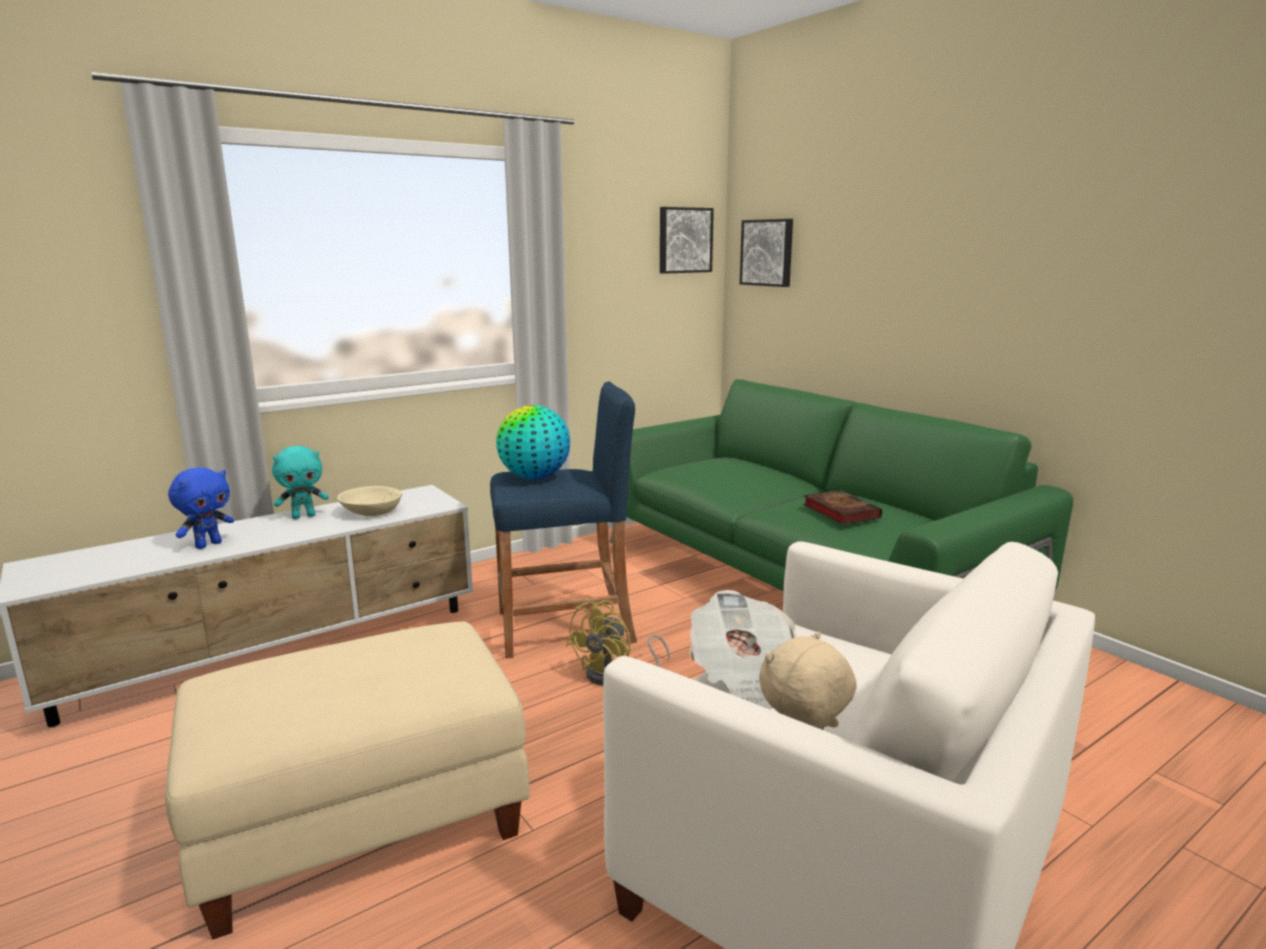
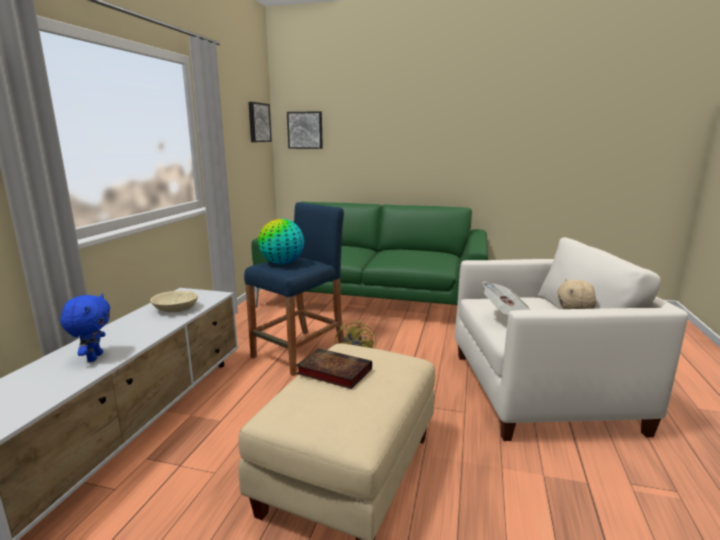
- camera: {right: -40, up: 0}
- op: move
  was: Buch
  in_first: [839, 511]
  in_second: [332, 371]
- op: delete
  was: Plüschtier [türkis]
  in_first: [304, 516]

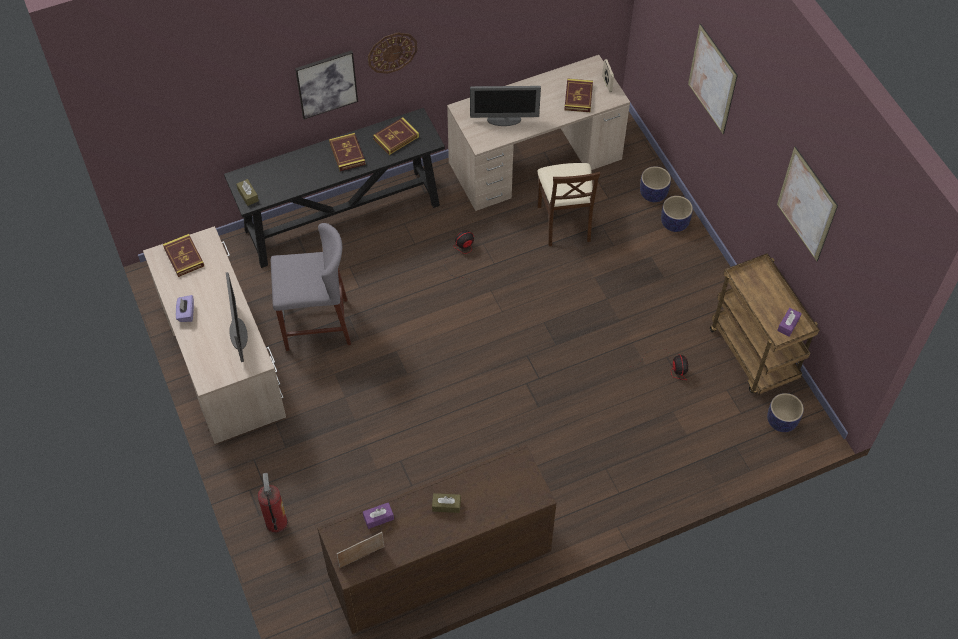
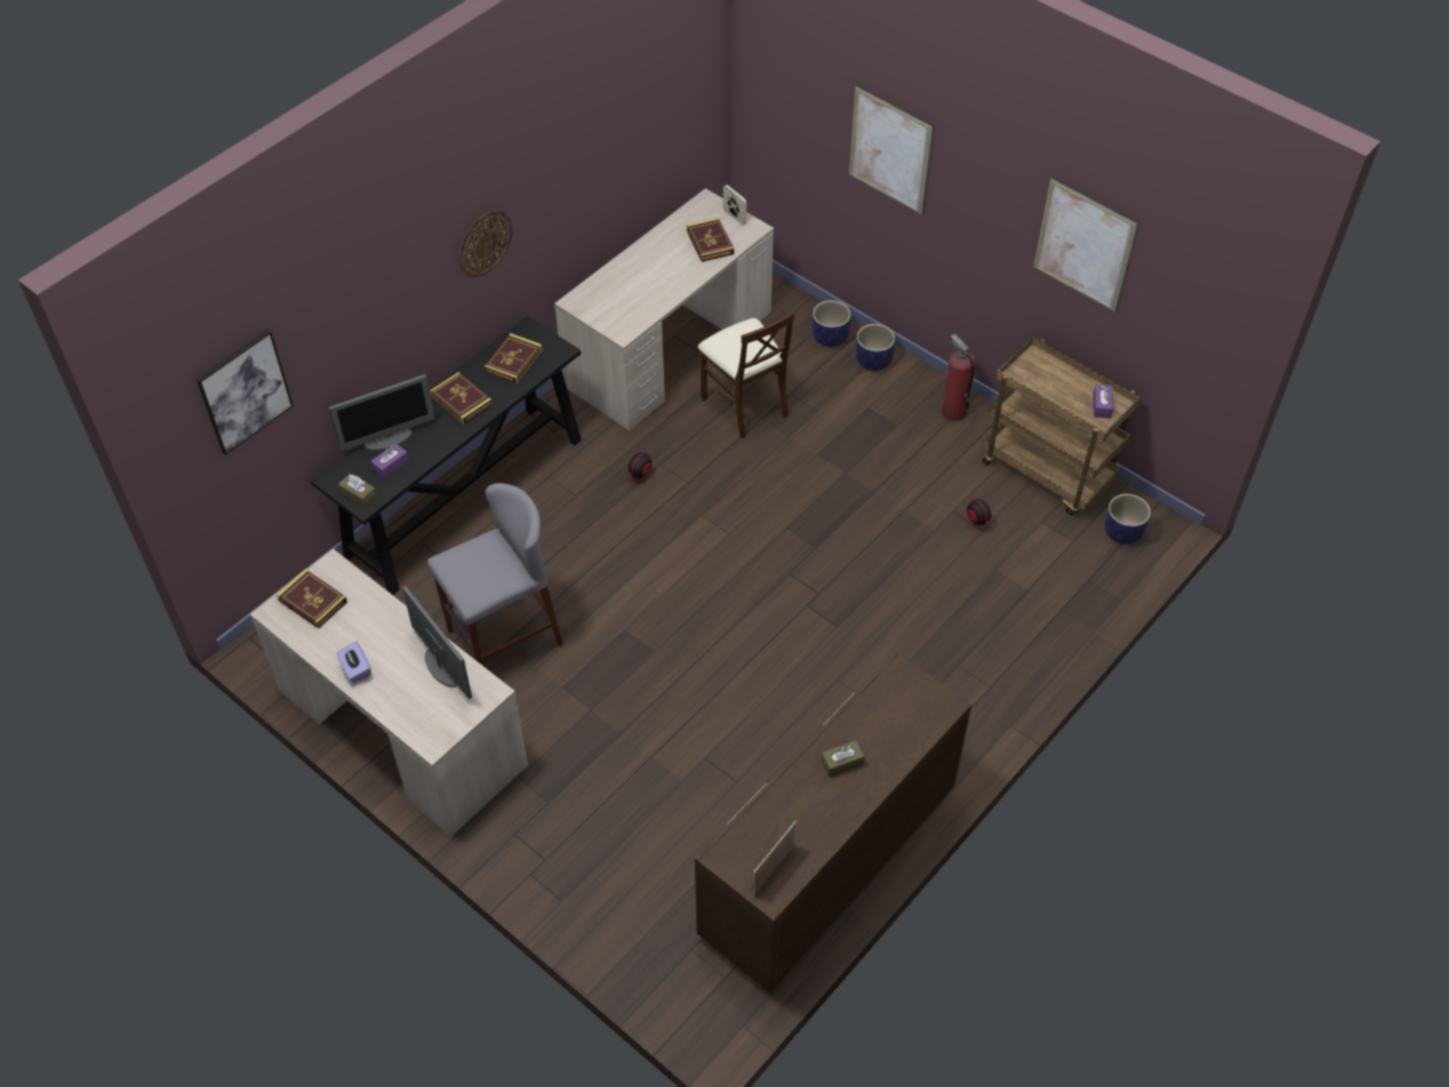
- camera: {right: -25, up: -5}
- op: move
  was: Bild
  in_first: [326, 84]
  in_second: [244, 391]
- op: move
  was: Monitor
  in_first: [504, 120]
  in_second: [389, 439]
- op: move
  was: Taschentuchbox [lila]
  in_first: [378, 518]
  in_second: [391, 465]
- op: move
  was: Feuerlöscher
  in_first: [276, 522]
  in_second: [953, 412]

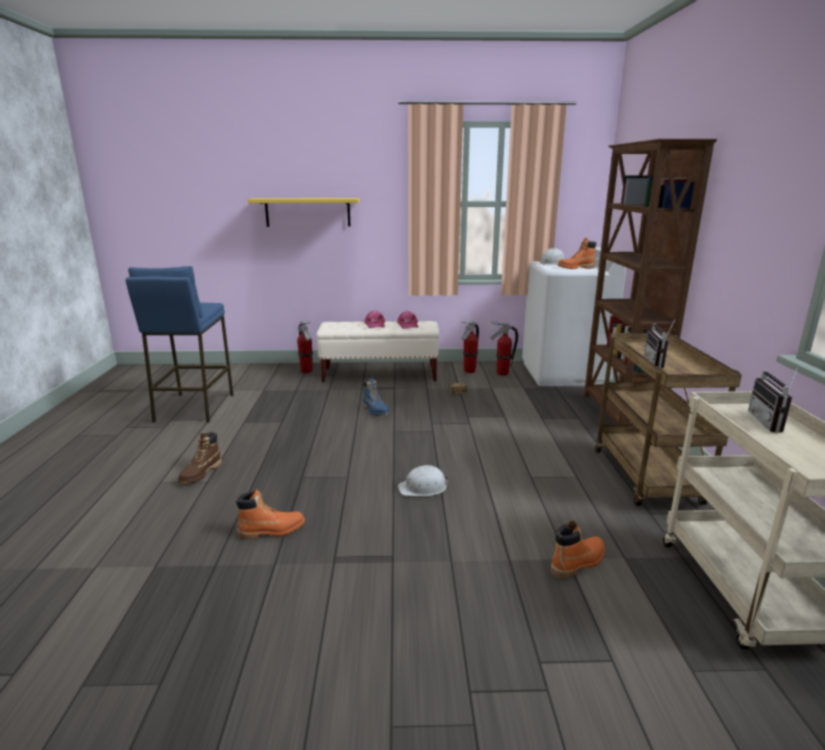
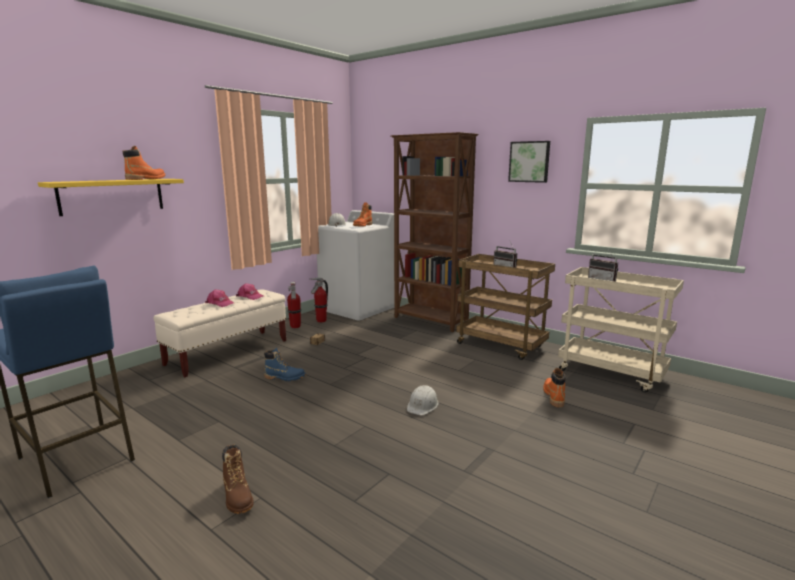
- camera: {right: -50, up: -5}
- op: move
  was: Stiefel [orange]
  in_first: [272, 530]
  in_second: [146, 179]
- op: insert
  now: Bild
  in_second: [529, 161]
- op: delete
  was: Feuerlöscher
  in_first: [306, 371]

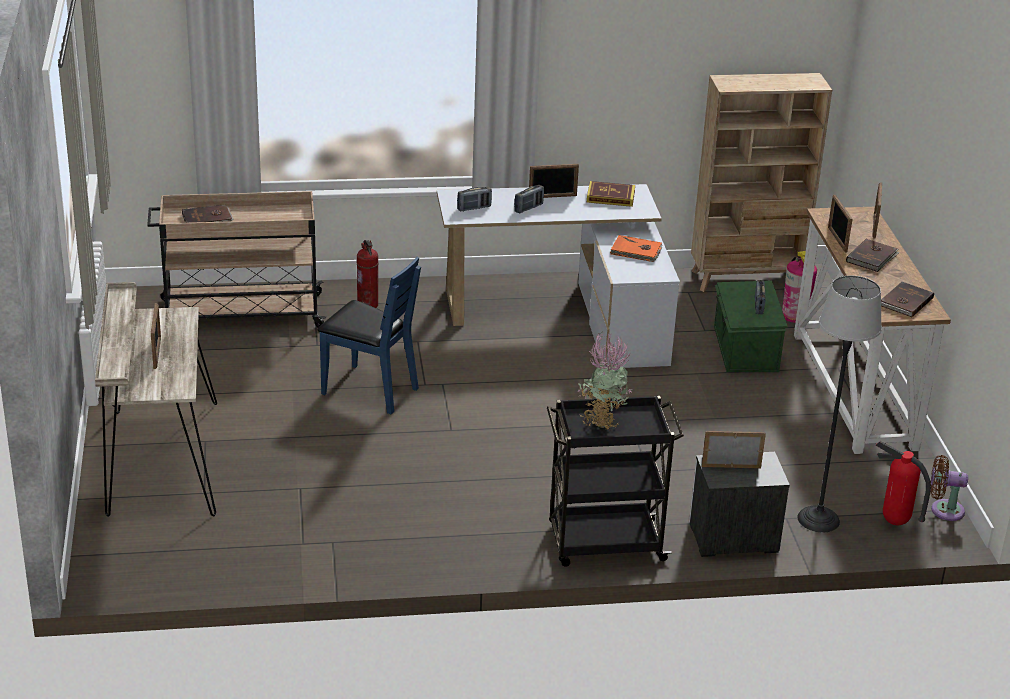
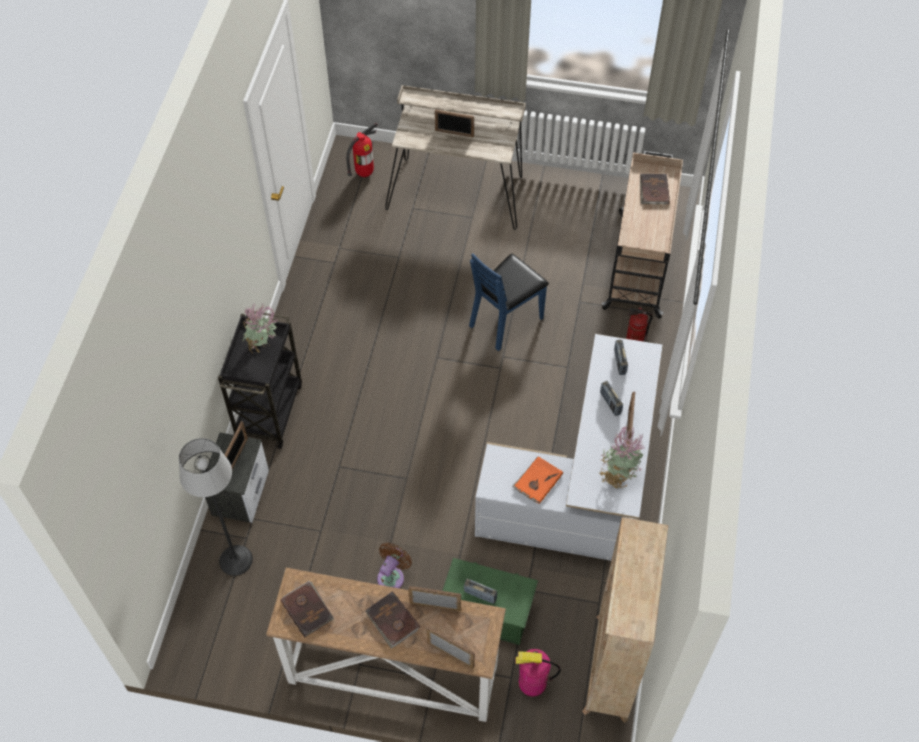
- camera: {right: 110, up: 25}
- op: move
  was: Feuerlöscher
  in_first: [894, 522]
  in_second: [364, 173]
- op: move
  was: Ventilator [braun]
  in_first: [943, 510]
  in_second: [392, 576]
- op: replace
  was: Buch
  now: Topfpflanze
  in_first: [610, 197]
  in_second: [617, 476]

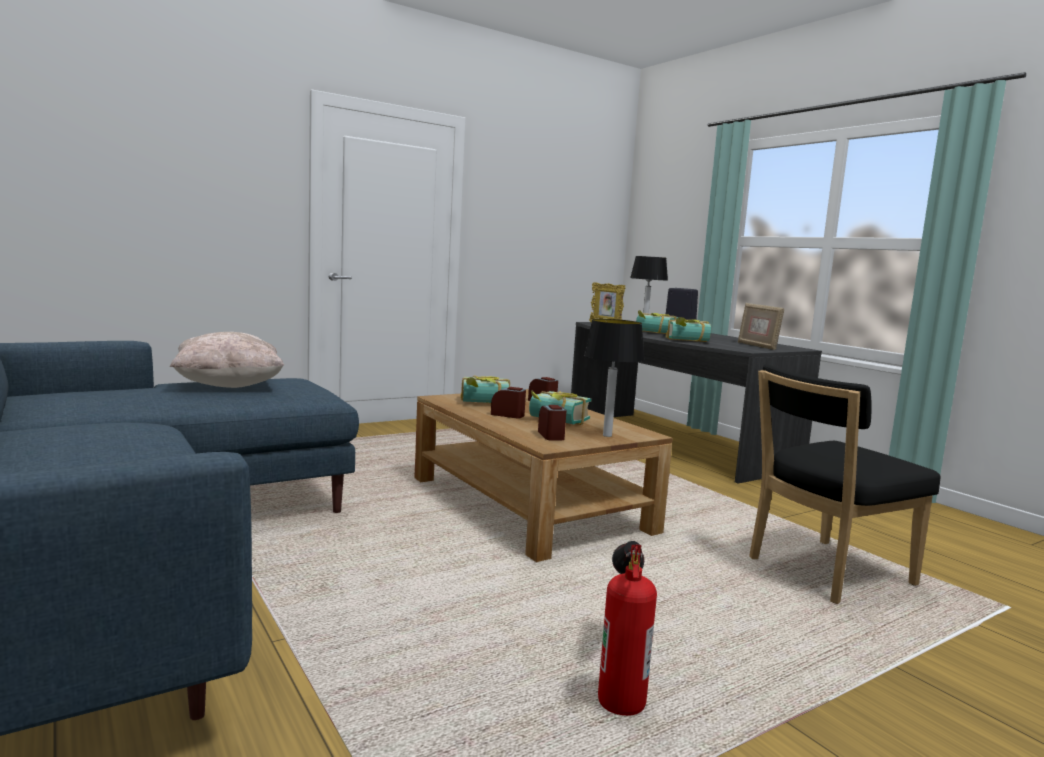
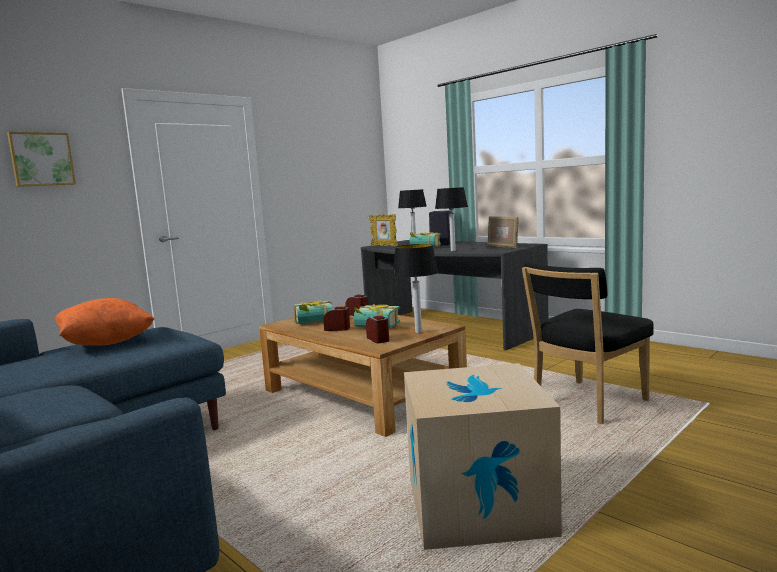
- camera: {right: -10, up: 0}
- op: insert
  now: Bild
  in_second: [41, 159]
- op: recolor
  was: Kissen [beige]
  now: Kissen [orange]
  in_first: [229, 385]
  in_second: [106, 343]
- op: replace
  was: Feuerlöscher
  now: Karton
  in_first: [621, 676]
  in_second: [478, 506]
- op: replace
  was: Buch
  now: Tischlampe
  in_first: [688, 341]
  in_second: [452, 250]

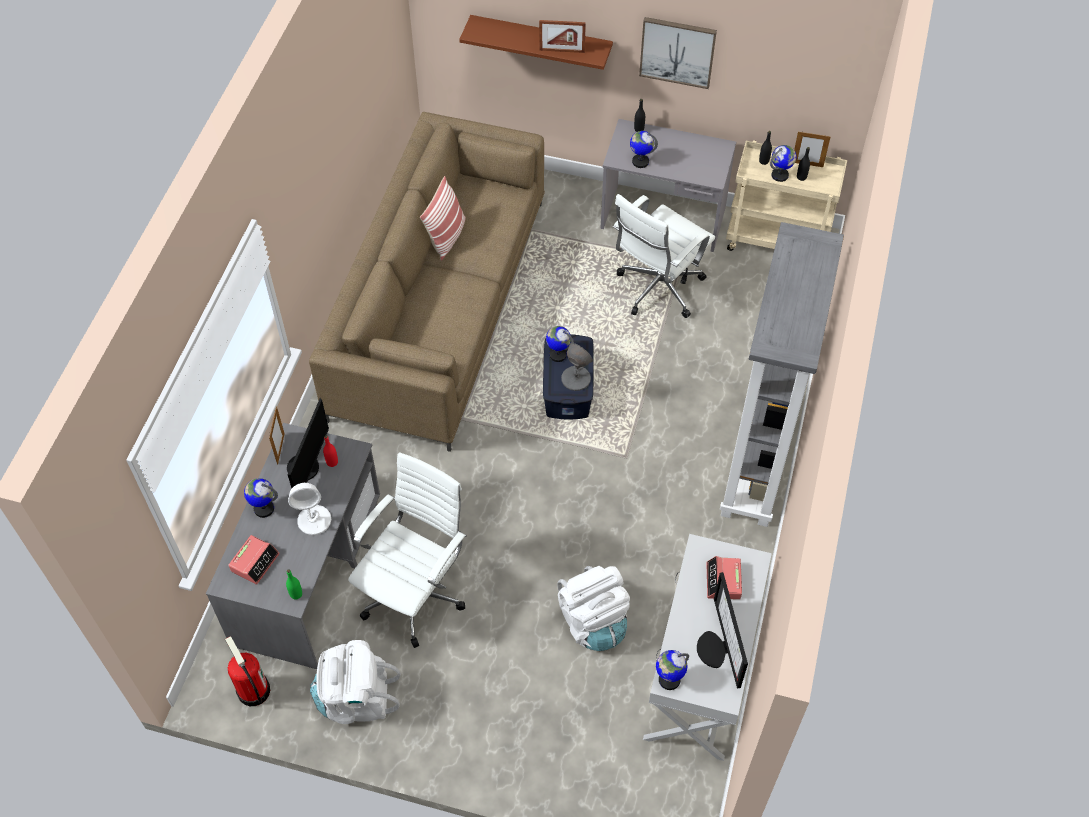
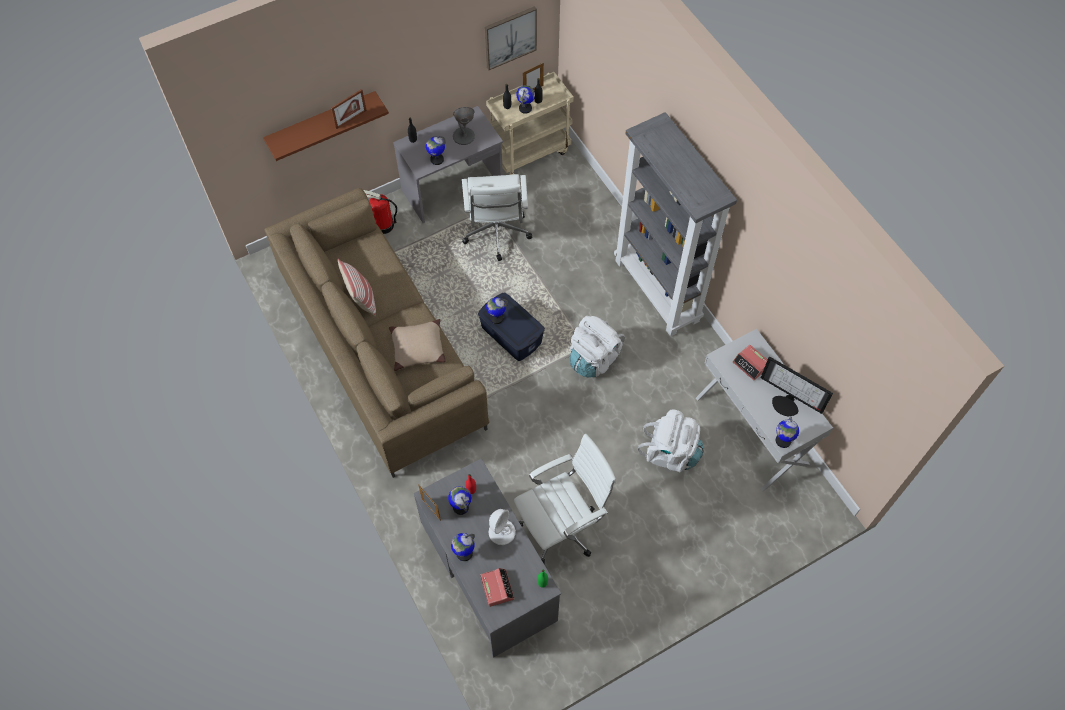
- camera: {right: -45, up: 5}
- op: move
  was: Feuerlöscher
  in_first: [253, 691]
  in_second: [383, 225]
- op: insert
  now: Kissen [beige]
  in_second: [418, 348]
- op: replace
  was: Monitor
  now: Globus
  in_first: [307, 468]
  in_second: [461, 507]
- op: move
  was: Tischlampe [grau]
  in_first: [575, 378]
  in_second: [463, 136]
- op: move
  was: Bild
  in_first: [677, 51]
  in_second: [510, 37]
- op: rotate
  was: Bürostuhl [weiß]
  in_first: [416, 593]
  in_second: [562, 527]
  clockwise: 75
- op: move
  was: Rucksack [weiß]
  in_first: [356, 699]
  in_second: [594, 358]

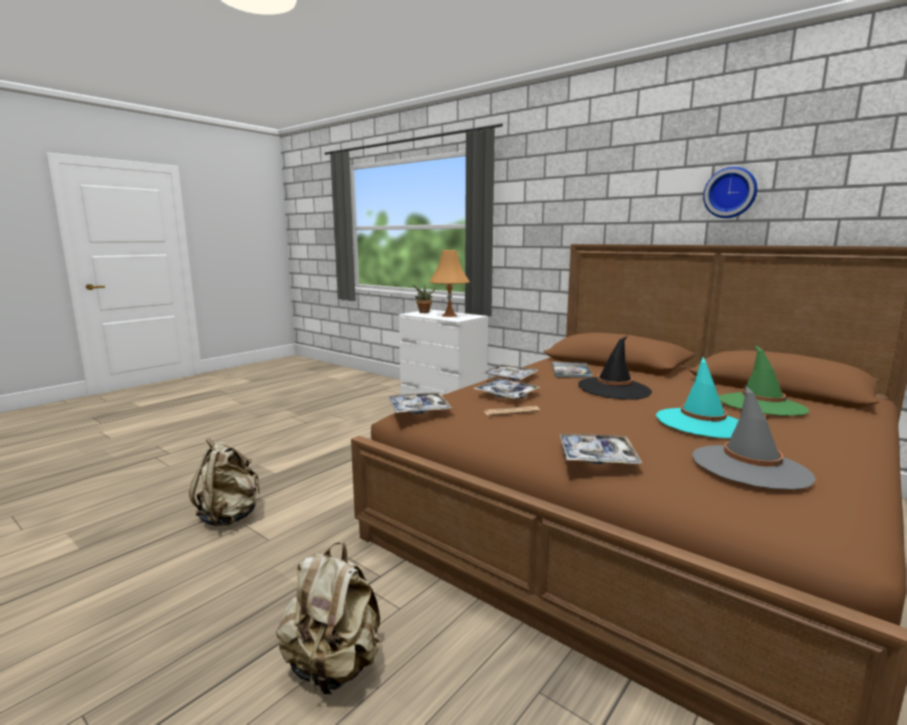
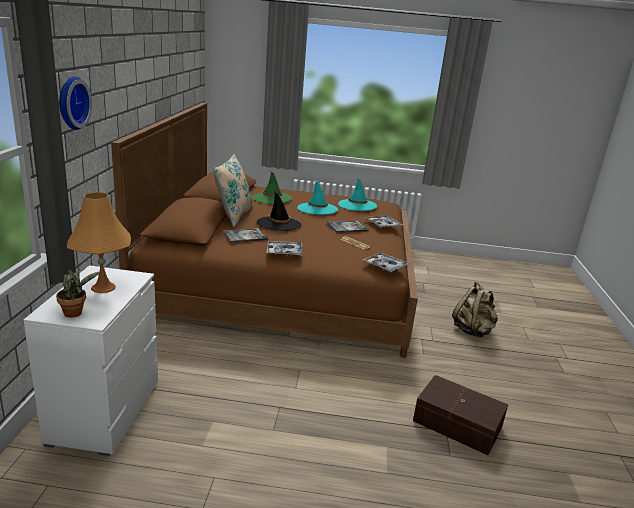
- camera: {right: -125, up: 10}
- op: move
  was: Wanduhr
  in_first: [730, 193]
  in_second: [71, 102]
- op: insert
  now: Kissen [beige]
  in_second: [233, 215]
- op: insert
  now: Buch
  in_second: [347, 227]
- op: recolor
  was: Hut [grau]
  now: Hut [türkis]
  in_first: [750, 467]
  in_second: [357, 205]
- op: replace
  was: Rucksack [beige]
  now: Aufbewahrungsbox [braun]
  in_first: [230, 516]
  in_second: [457, 425]
- op: delete
  was: Tablett
  in_first: [506, 395]

